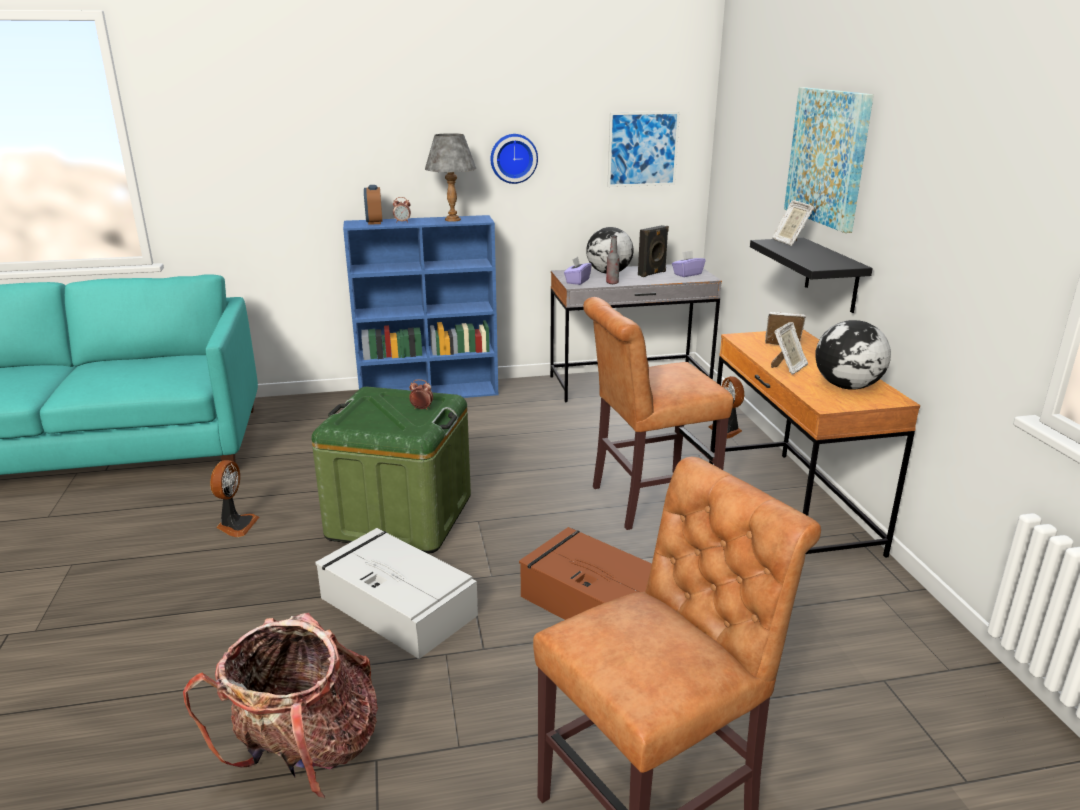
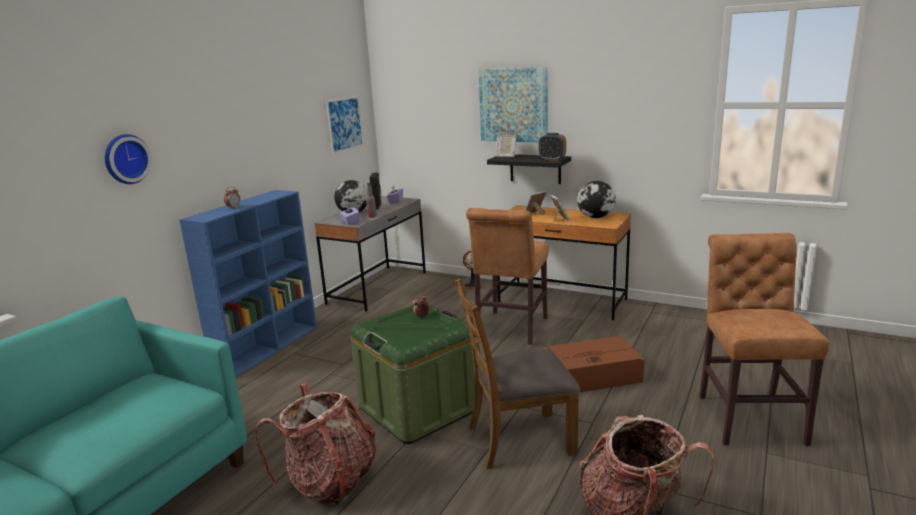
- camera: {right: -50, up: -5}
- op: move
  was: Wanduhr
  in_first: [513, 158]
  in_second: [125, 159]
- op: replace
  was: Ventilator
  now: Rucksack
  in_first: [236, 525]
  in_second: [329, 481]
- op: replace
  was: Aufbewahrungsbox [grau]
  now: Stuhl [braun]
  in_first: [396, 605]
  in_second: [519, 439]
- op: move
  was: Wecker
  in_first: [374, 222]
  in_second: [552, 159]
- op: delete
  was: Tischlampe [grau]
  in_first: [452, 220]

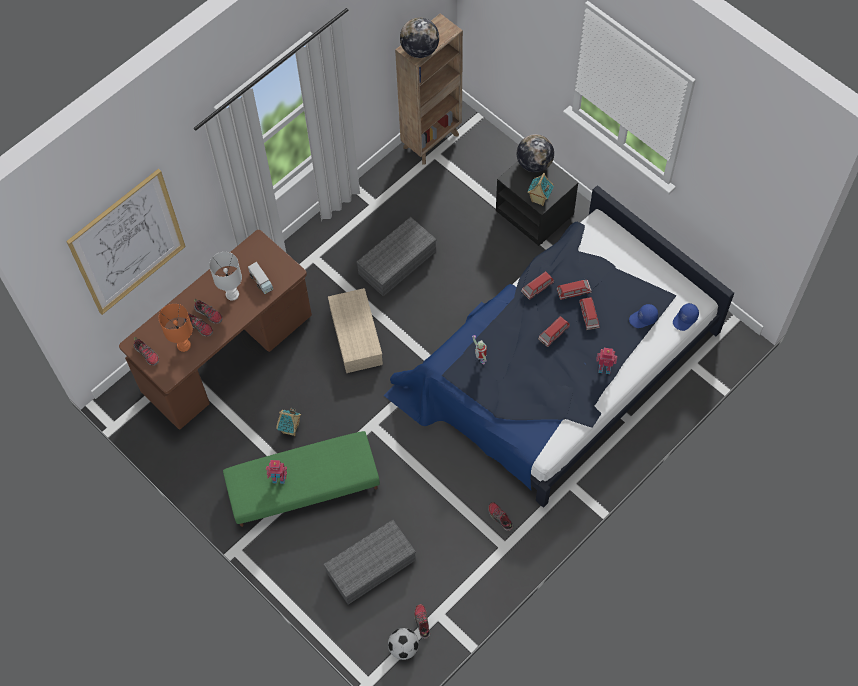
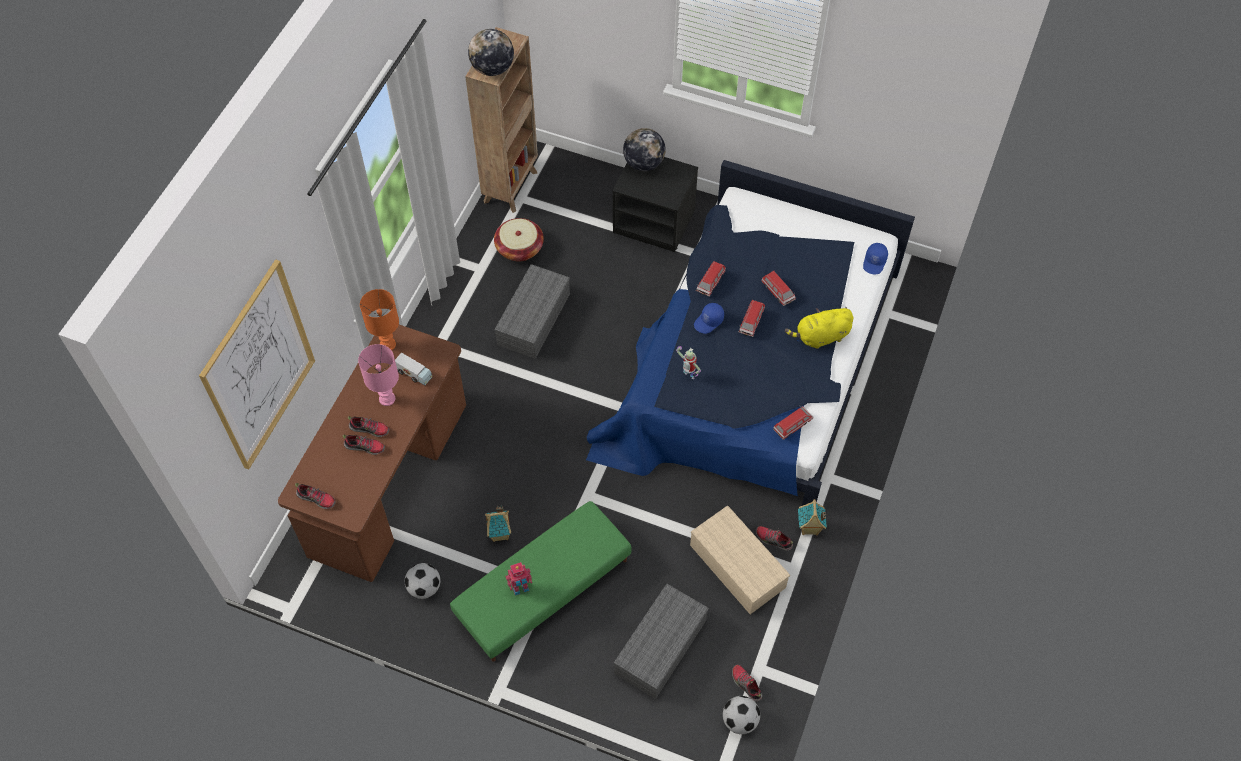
- camera: {right: -25, up: -5}
- op: recolor
  was: Tischlampe [weiß]
  now: Tischlampe [rosa]
  in_first: [232, 294]
  in_second: [386, 398]
- op: move
  was: Tischlampe [orange]
  in_first: [183, 346]
  in_second: [387, 345]
- op: insert
  now: Fußball
  in_second: [424, 588]
- op: insert
  now: Korb
  in_second: [519, 248]
- op: move
  was: Aufbewahrungsbox [beige]
  in_first: [355, 335]
  in_second: [735, 566]
- op: move
  was: Kappe [blau]
  in_first: [643, 319]
  in_second: [709, 322]
- op: move
  was: Spielzeugauto
  in_first: [573, 292]
  in_second: [792, 425]
- op: replace
  was: Spielzeugroboter
  now: Plüschtier [gelb]
  in_first: [604, 367]
  in_second: [820, 337]
- op: move
  was: Spielzeughaus
  in_first: [539, 199]
  in_second: [809, 529]

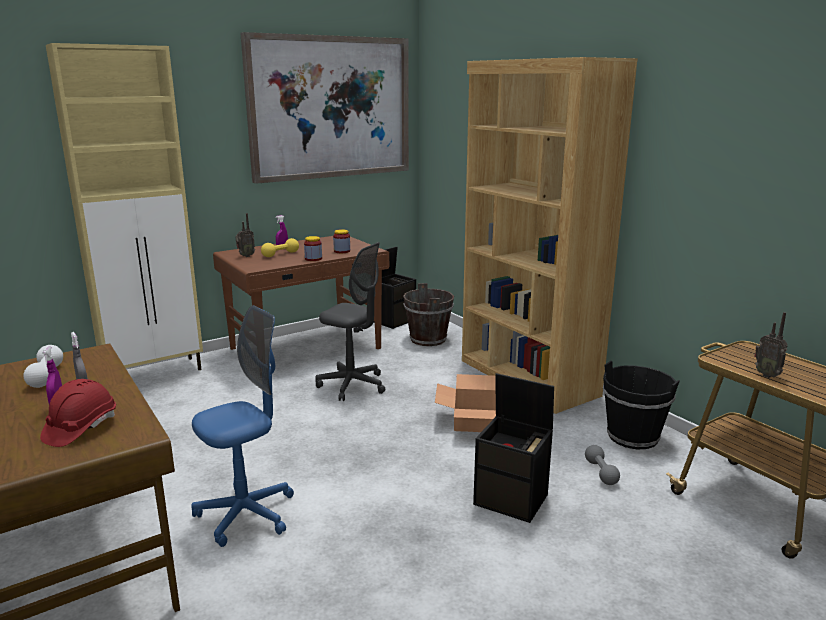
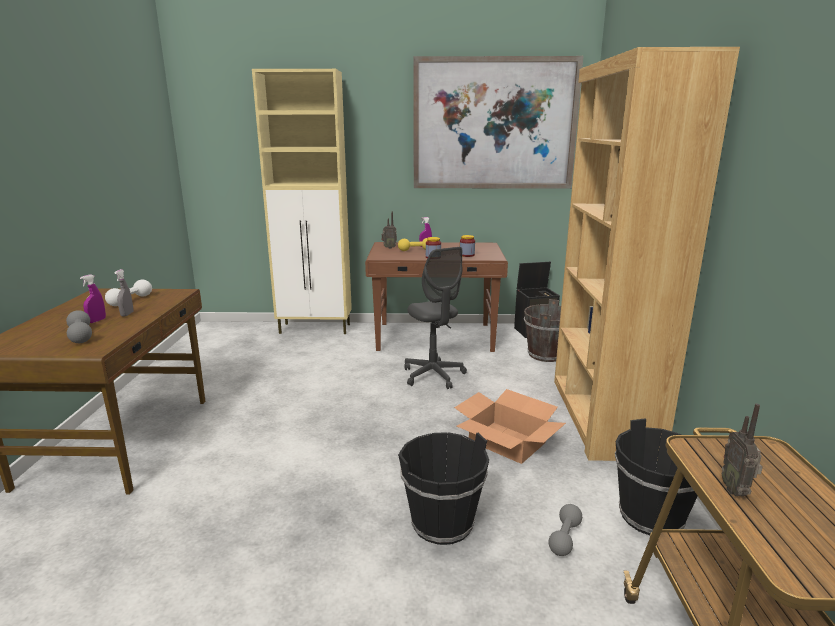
- camera: {right: 35, up: 0}
- op: replace
  was: Schutzhelm [rot]
  now: Hantel [grau]
  in_first: [80, 428]
  in_second: [81, 336]
- op: replace
  was: Aufbewahrungsbox [schwarz]
  now: Eimer [schwarz]
  in_first: [512, 499]
  in_second: [442, 523]
- op: delete
  was: Bürostuhl [blau]
  in_first: [246, 514]

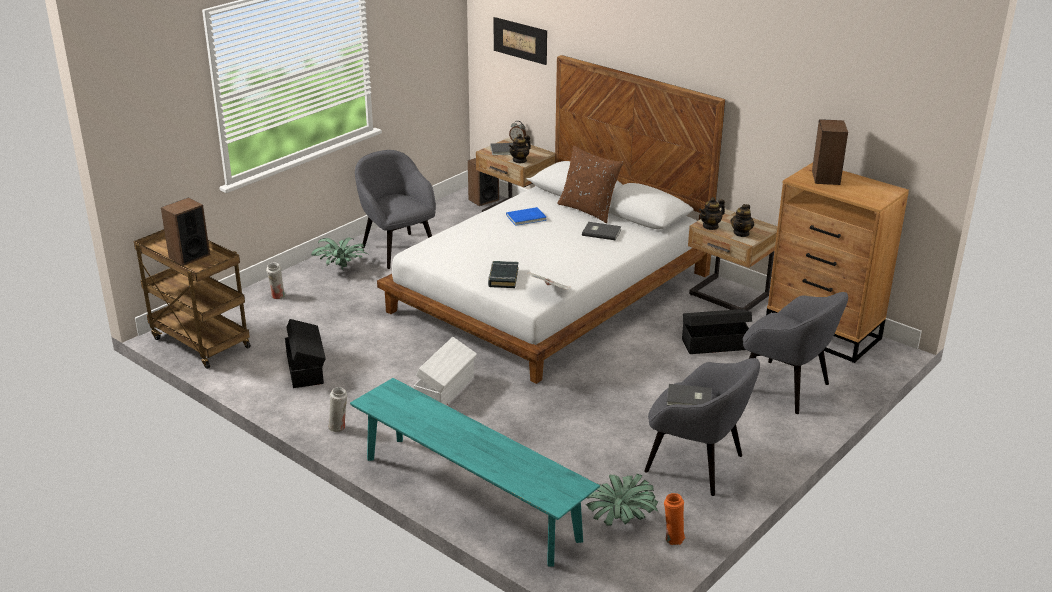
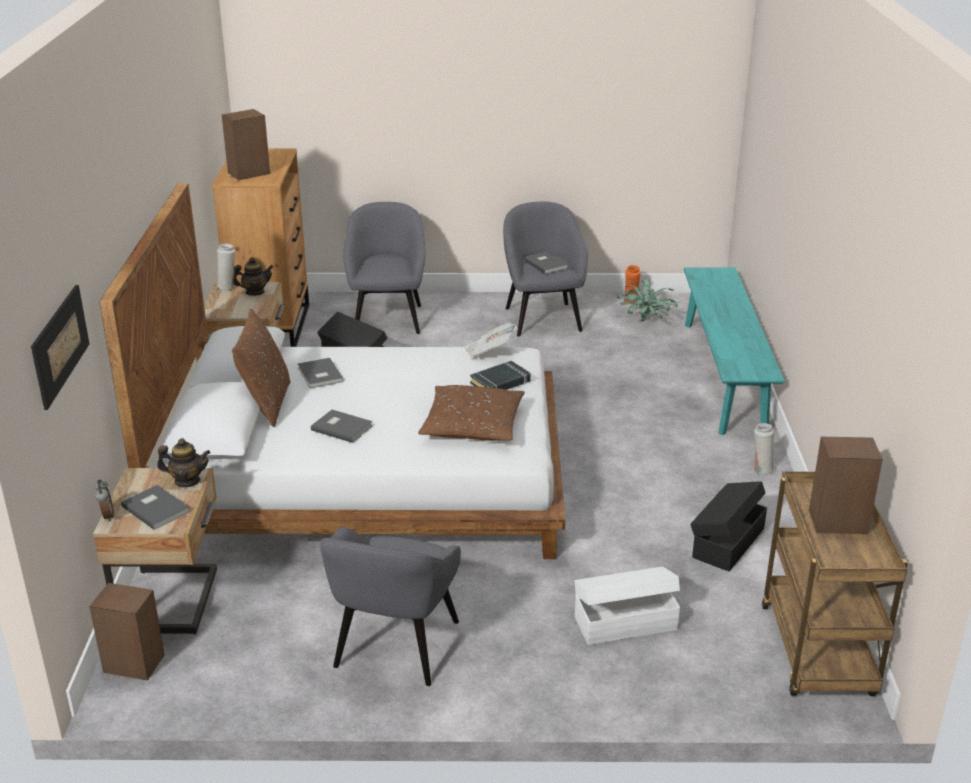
- camera: {right: -130, up: 0}
- op: move
  was: Vase [weiß]
  in_first: [277, 296]
  in_second: [227, 287]
- op: recolor
  was: Buch [blau]
  now: Buch [grau]
  in_first: [527, 218]
  in_second: [342, 427]
- op: insert
  now: Kissen [braun]
  in_second: [472, 425]
- op: move
  was: Aufbewahrungsbox [weiß]
  in_first: [446, 389]
  in_second: [624, 622]
- op: delete
  was: Topfpflanze
  in_first: [342, 269]
- op: delete
  was: Teekanne
  in_first: [710, 226]

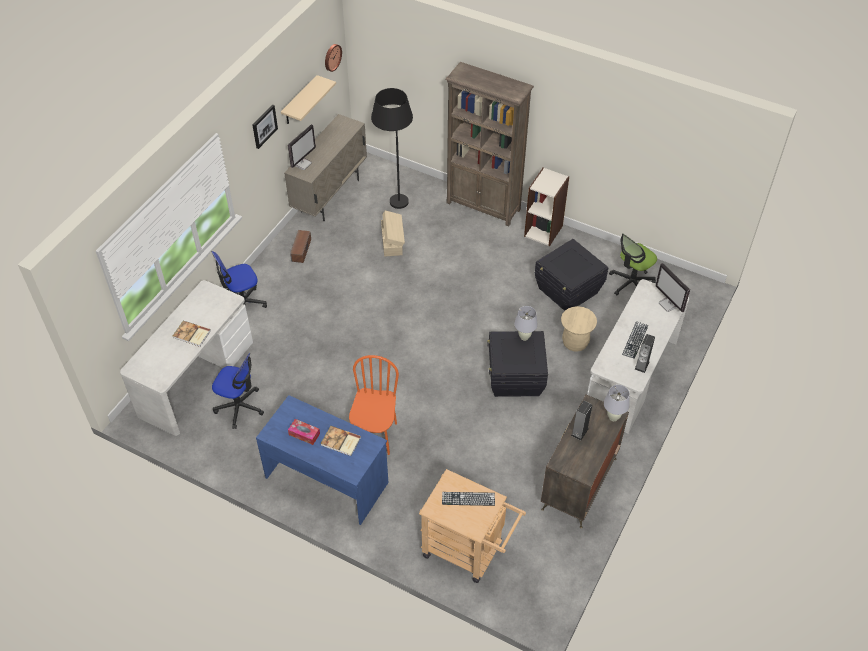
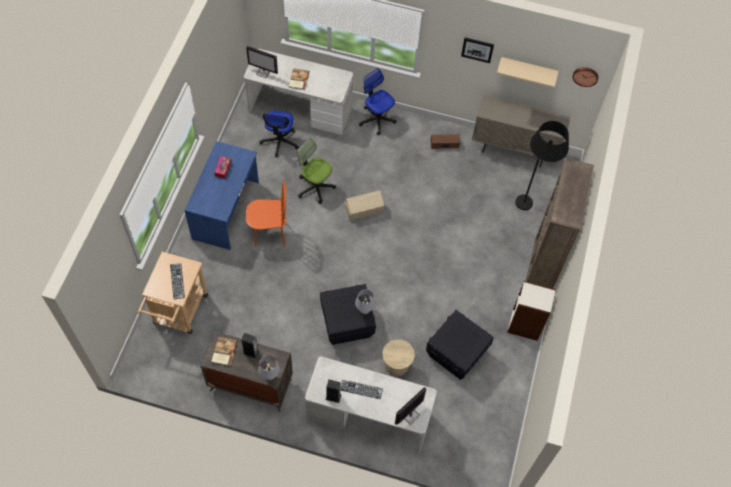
- camera: {right: 75, up: 10}
- op: move
  was: Buch
  in_first: [341, 442]
  in_second: [223, 352]
- op: move
  was: Monitor
  in_first: [302, 163]
  in_second: [264, 72]
- op: move
  was: Bürostuhl
  in_first: [631, 283]
  in_second: [315, 187]
- op: move
  was: Aufbewahrungsbox [beige]
  in_first: [392, 241]
  in_second: [364, 210]

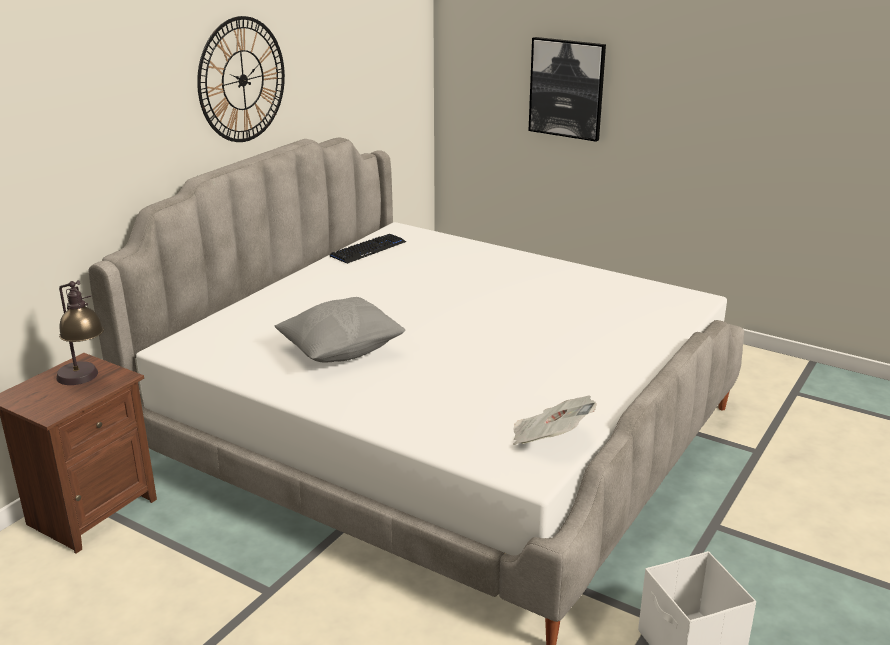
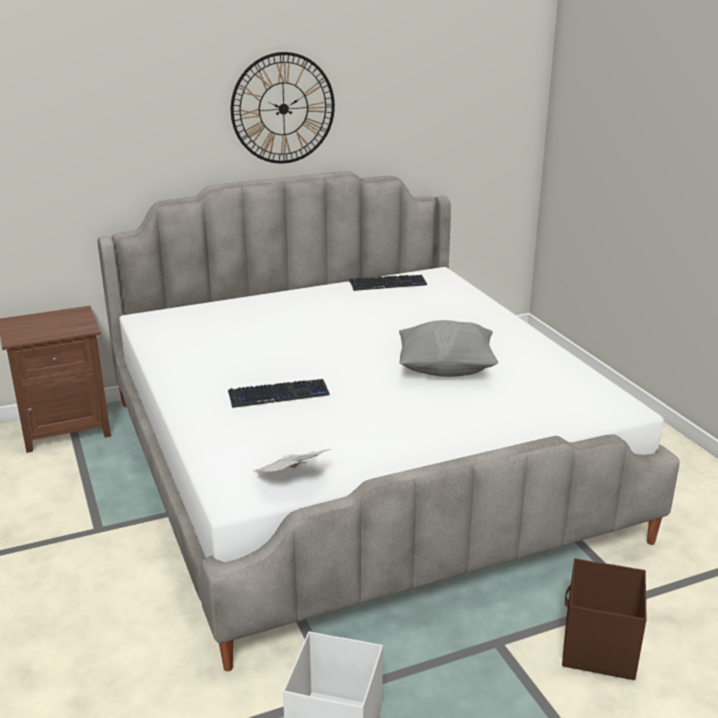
- camera: {right: 35, up: 0}
- op: insert
  now: Tastatur
  in_second: [278, 395]
- op: move
  was: Kissen [grau]
  in_first: [342, 352]
  in_second: [446, 369]
- op: insert
  now: Aufbewahrungsbox [braun]
  in_second: [598, 648]
- op: delete
  was: Tischlampe
  in_first: [84, 381]
- op: delete
  was: Bild
  in_first: [567, 88]

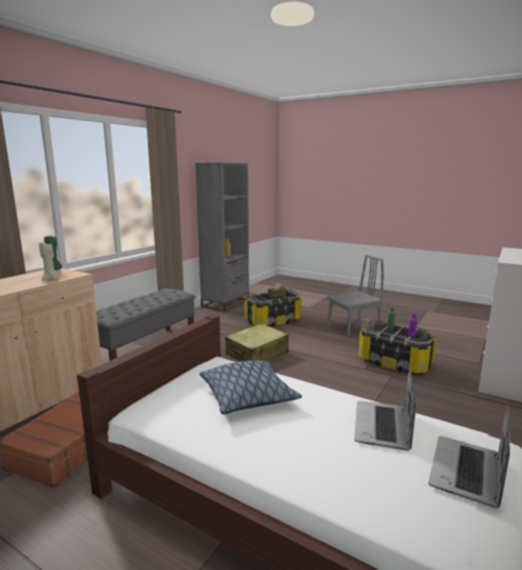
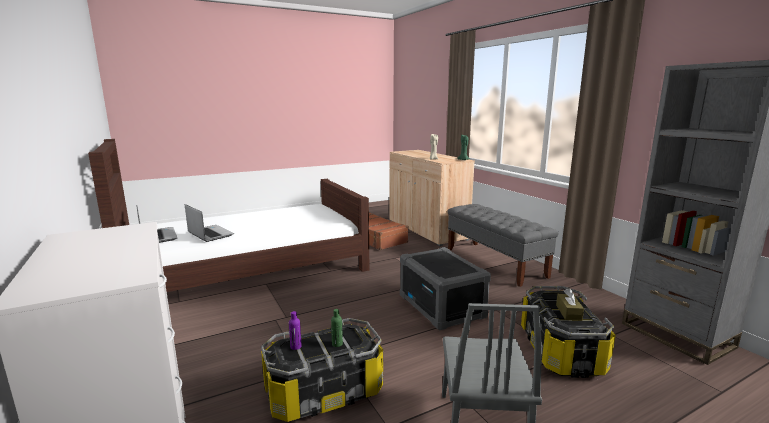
- camera: {right: 120, up: 0}
- op: replace
  was: Koffer [beige]
  now: Aufbewahrungsbox [grau]
  in_first: [257, 354]
  in_second: [442, 306]
- op: delete
  was: Kissen
  in_first: [248, 396]

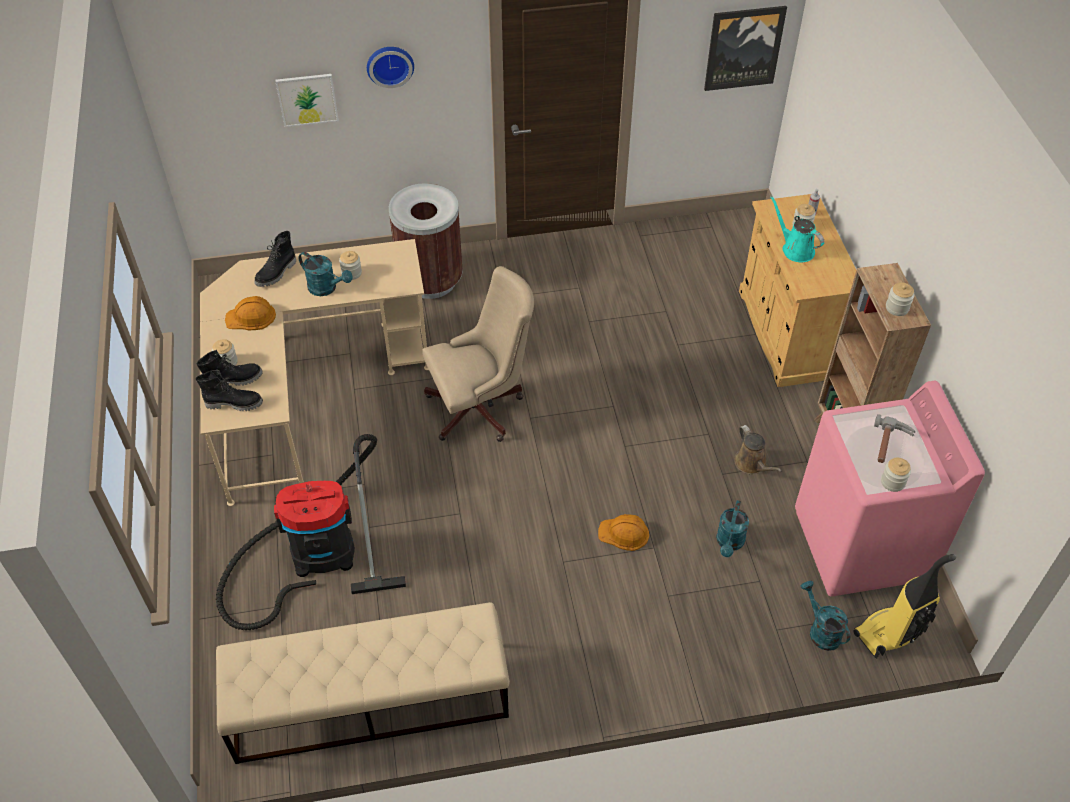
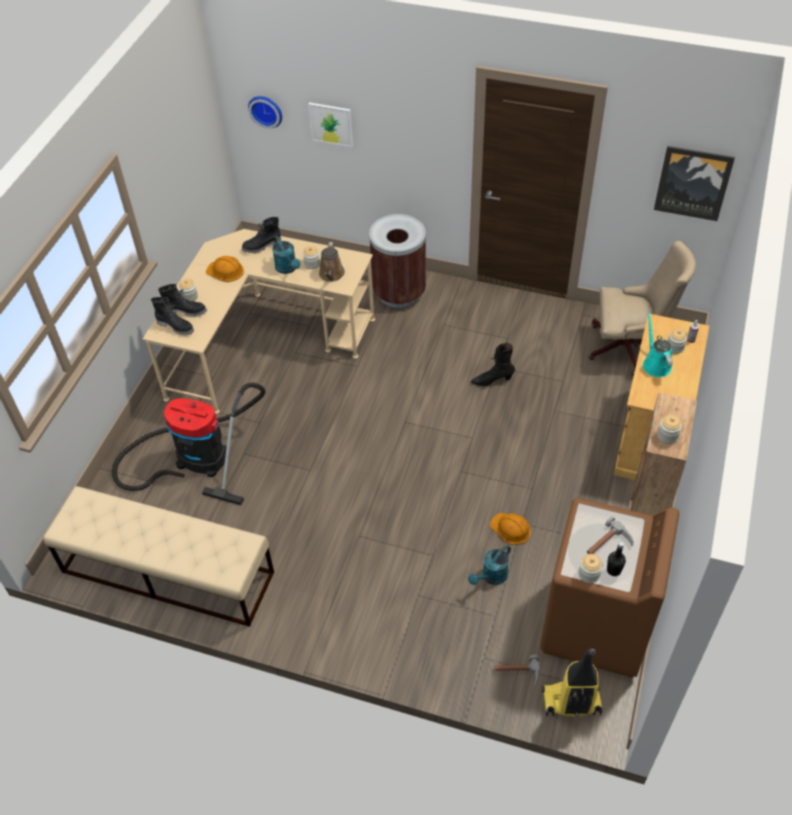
- camera: {right: 30, up: 0}
- op: move
  was: Wanduhr
  in_first: [390, 64]
  in_second: [266, 110]
- op: move
  was: Gießkanne [braun]
  in_first: [752, 464]
  in_second: [331, 275]
- op: insert
  now: Stiefel [schwarz]
  in_second: [492, 380]
- op: move
  was: Schutzhelm [orange]
  in_first: [624, 533]
  in_second: [510, 529]
- op: replace
  was: Gießkanne [türkis]
  now: Hammer
  in_first: [821, 630]
  in_second: [517, 674]
- op: recolor
  was: Waschmaschine [rosa]
  now: Waschmaschine [braun]
  in_first: [861, 545]
  in_second: [596, 626]
- op: move
  was: Bürostuhl [beige]
  in_first: [481, 408]
  in_second: [629, 348]
- op: insert
  now: Flasche [schwarz]
  in_second: [613, 570]

